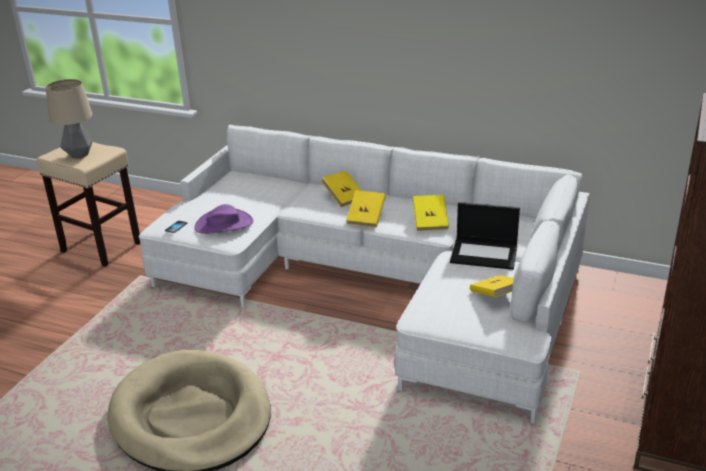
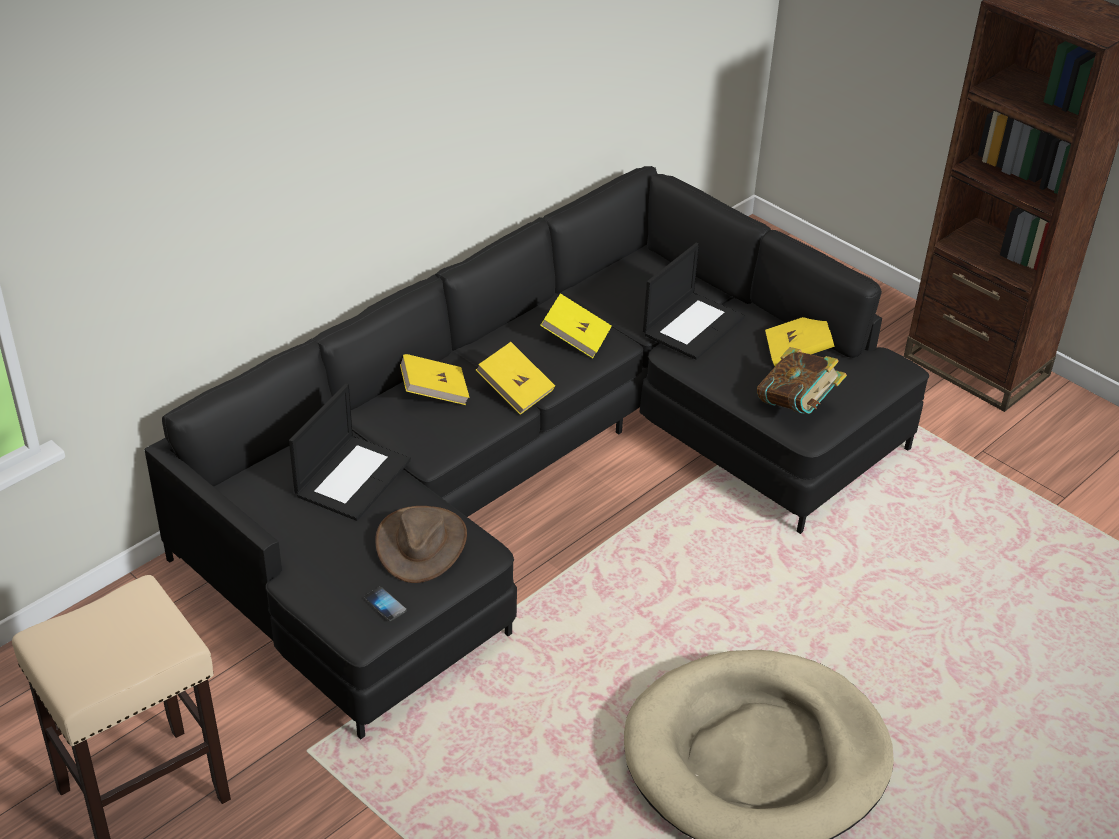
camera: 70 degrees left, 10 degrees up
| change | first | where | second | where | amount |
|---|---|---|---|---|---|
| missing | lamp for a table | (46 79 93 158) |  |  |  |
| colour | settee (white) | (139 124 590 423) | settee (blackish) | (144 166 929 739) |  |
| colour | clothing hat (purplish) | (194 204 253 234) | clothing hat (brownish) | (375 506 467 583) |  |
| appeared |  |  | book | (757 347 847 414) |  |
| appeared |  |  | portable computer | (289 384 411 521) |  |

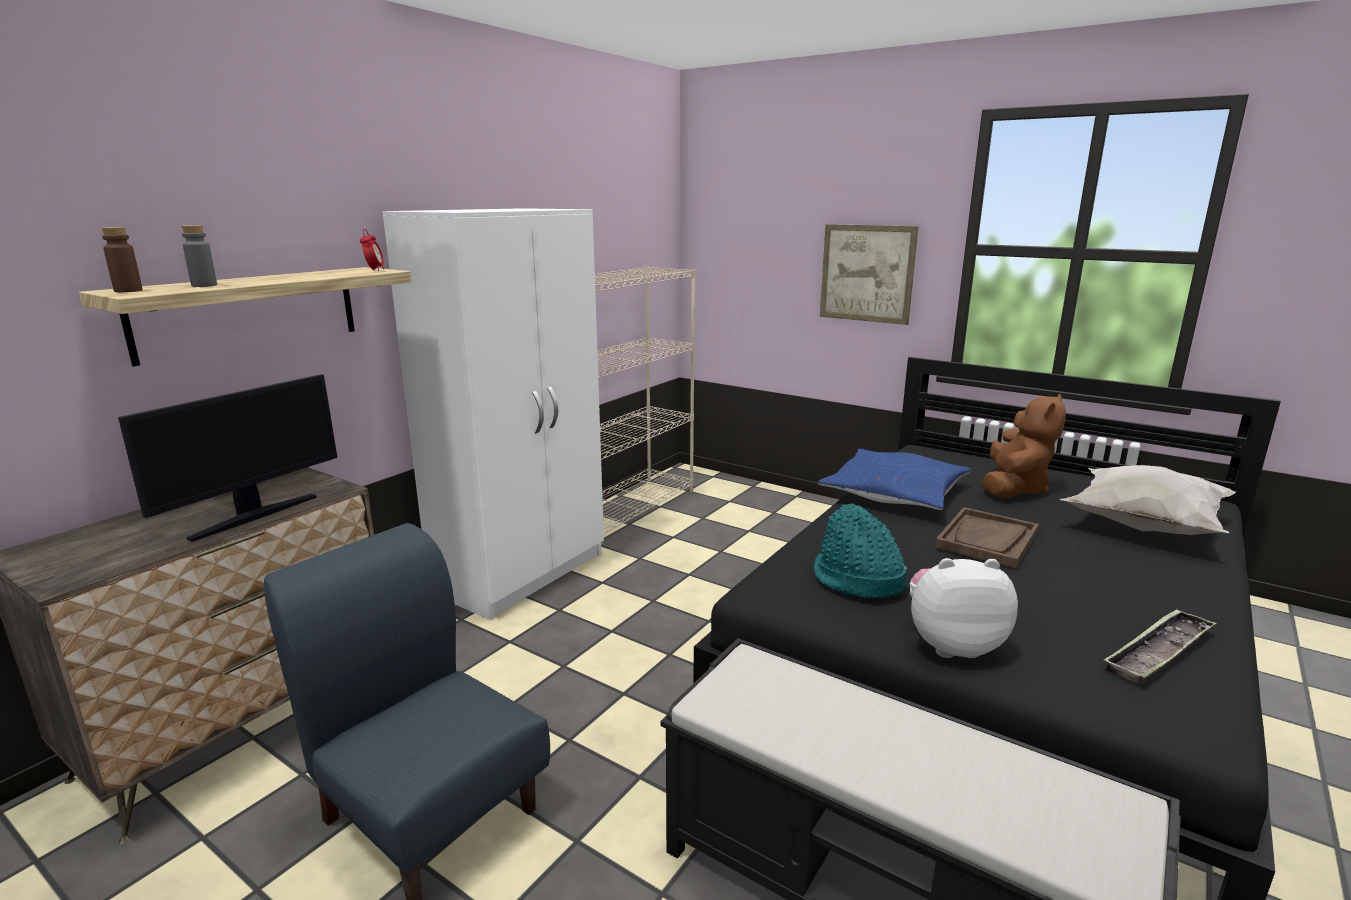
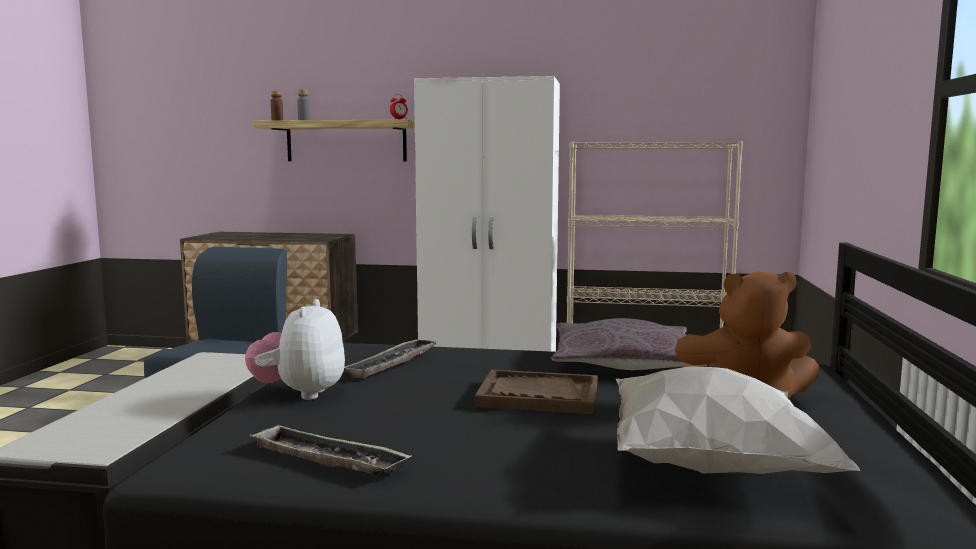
camera: 65 degrees right, 10 degrees down
| change | first | where | second | where | amount |
|---|---|---|---|---|---|
| missing | picture | (820 224 919 325) |  |  |  |
| missing | monitor | (118 374 337 542) |  |  |  |
| colour | throw pillow (bluish) | (818 449 971 510) | throw pillow (grey) | (551 318 708 370) |  |
| exchanged | clothing hat (turquoise) | (814 504 907 598) | tray | (344 339 438 379) |  |
| spun | plush toy | (910 558 1018 658) |  | (245 299 345 400) | 150 degrees counterclockwise |

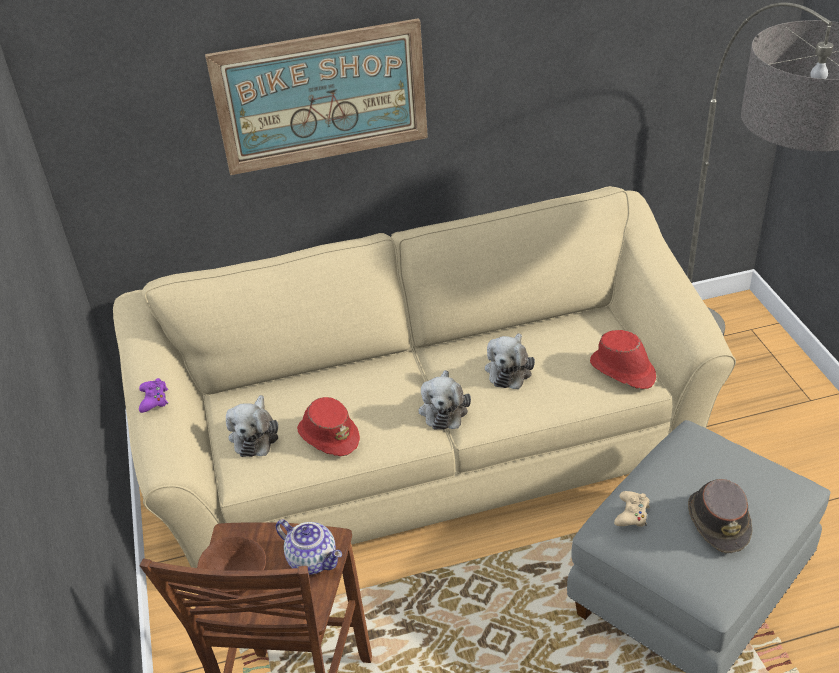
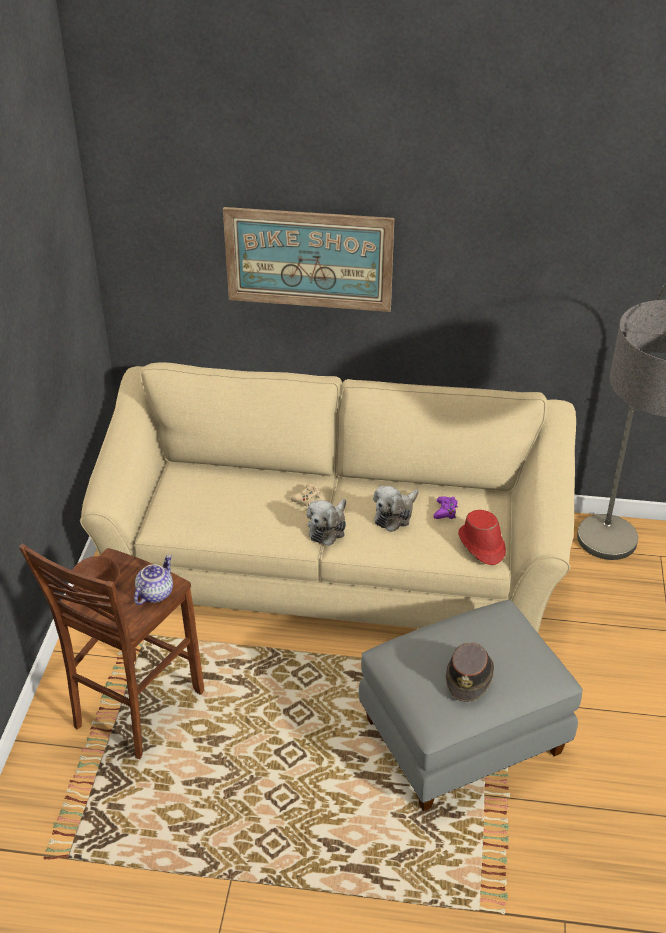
camera: 20 degrees right, 0 degrees up
| change | first | where | second | where | amount |
|---|---|---|---|---|---|
| relocated | gamepad (purplish) | (139 378 168 413) |  | (433 496 458 519) |  |
| missing | plush toy | (226 395 278 457) |  |  |  |
| missing | clothing hat (red) | (297 397 360 456) |  |  |  |
| relocated | gamepad (sand-coloured) | (614 491 650 527) |  | (290 483 321 506) |  |
| spun | tea pot | (276 519 342 575) |  | (134 555 173 605) | 120 degrees counterclockwise |

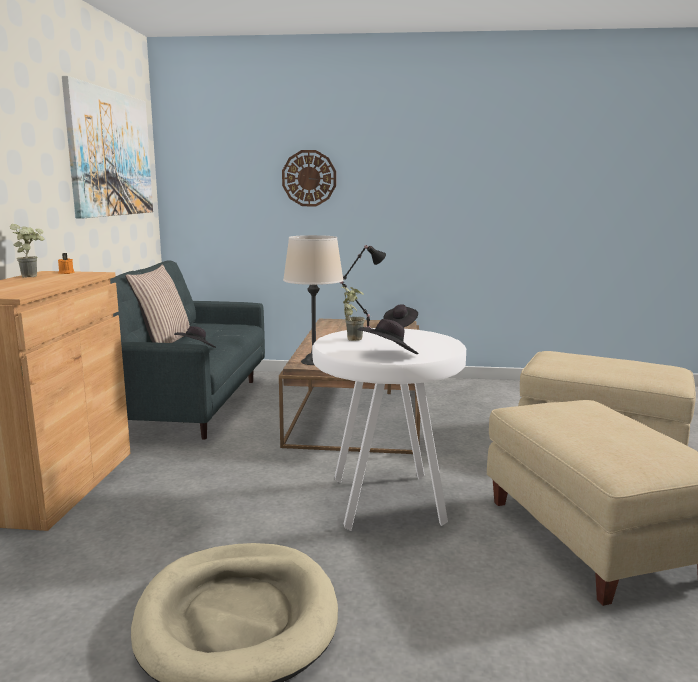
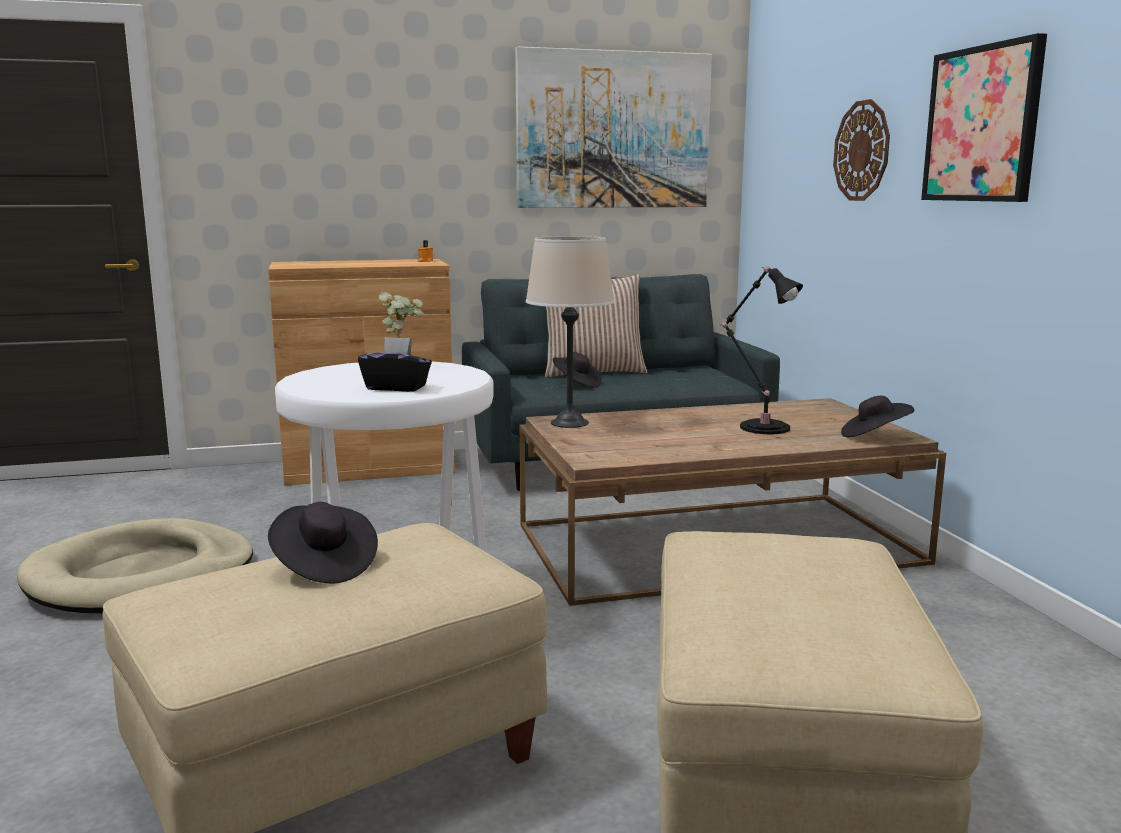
camera: 70 degrees right, 0 degrees up
| change | first | where | second | where | amount |
|---|---|---|---|---|---|
| missing | plant in a pot | (10 224 45 278) |  |  |  |
| relocated | clothing hat (blackish) | (358 319 419 354) |  | (268 502 378 584) |  |
| appeared |  |  | picture | (921 33 1047 202) |  |
| appeared |  |  | tissue box (blackish) | (358 337 432 392) |  |

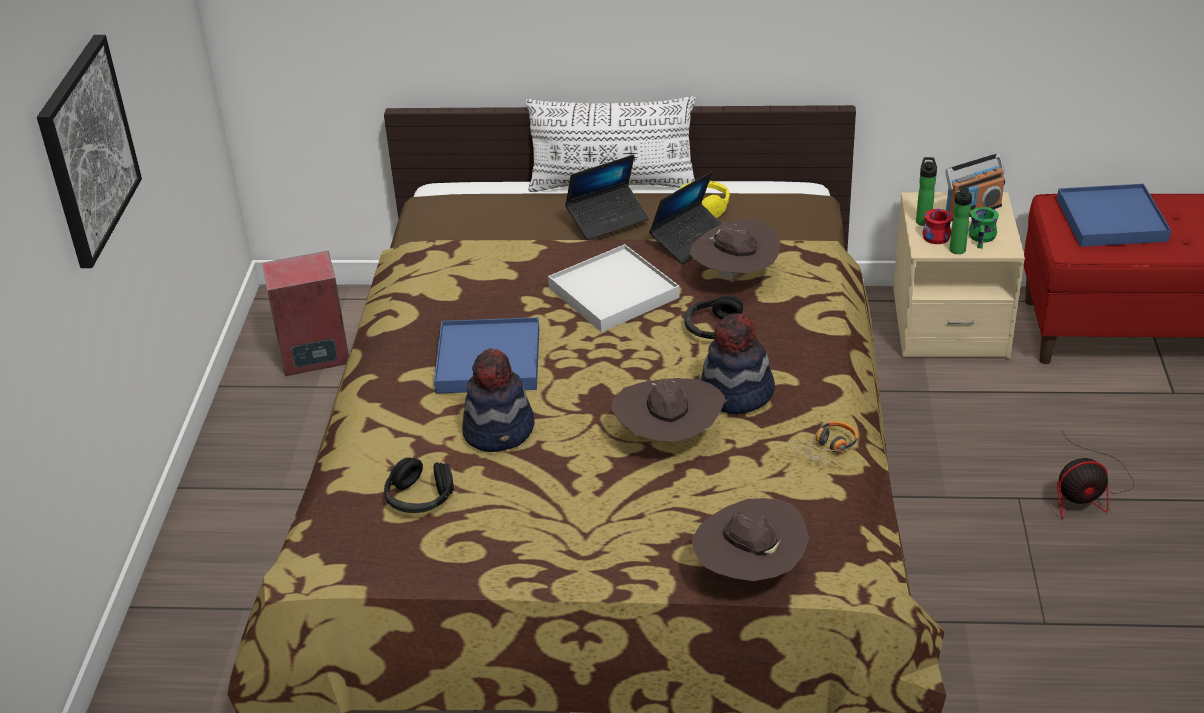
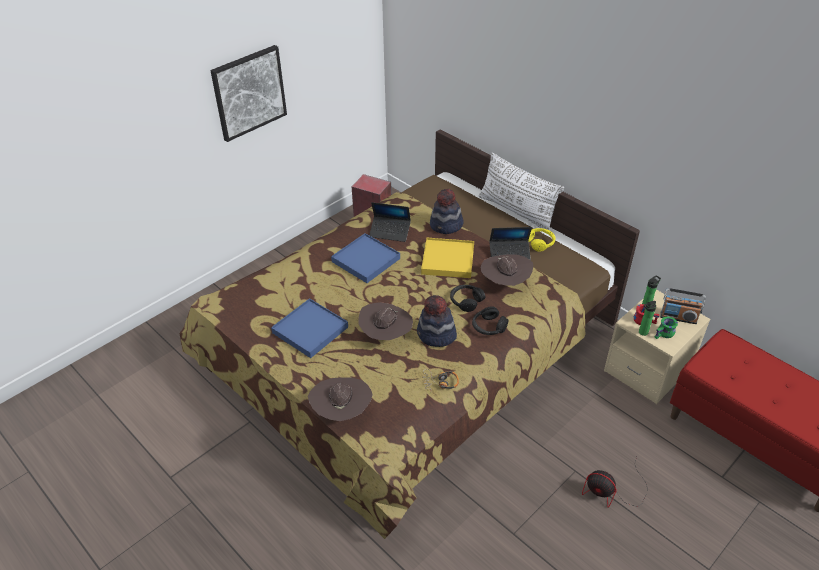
camera: 40 degrees right, 5 degrees up
| change | first | where | second | where | amount |
|---|---|---|---|---|---|
| relocated | portable computer | (565 155 649 240) |  | (369 202 411 242) |  |
| relocated | tray (bluish) | (1057 184 1171 247) |  | (271 298 348 358) |  |
| colour | tray (white) | (548 244 680 332) | tray (yellow-coloured) | (421 238 474 278) |  |
| relocated | clothing hat | (462 348 535 452) |  | (430 189 464 234) |  |
| relocated | pair of headphones (blackish) | (384 457 454 513) |  | (472 306 509 335) |  |

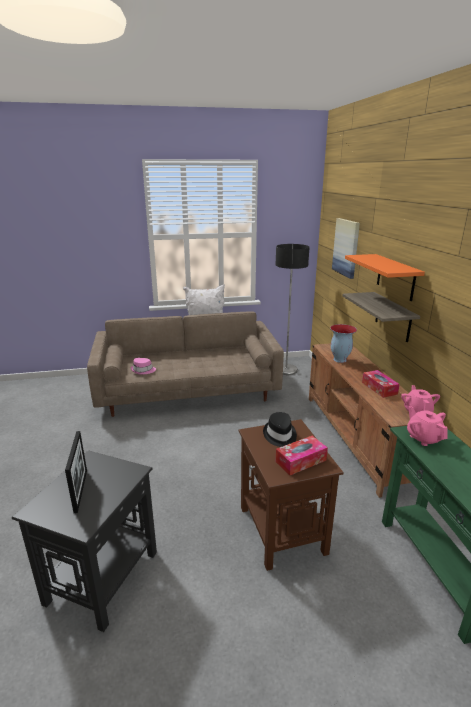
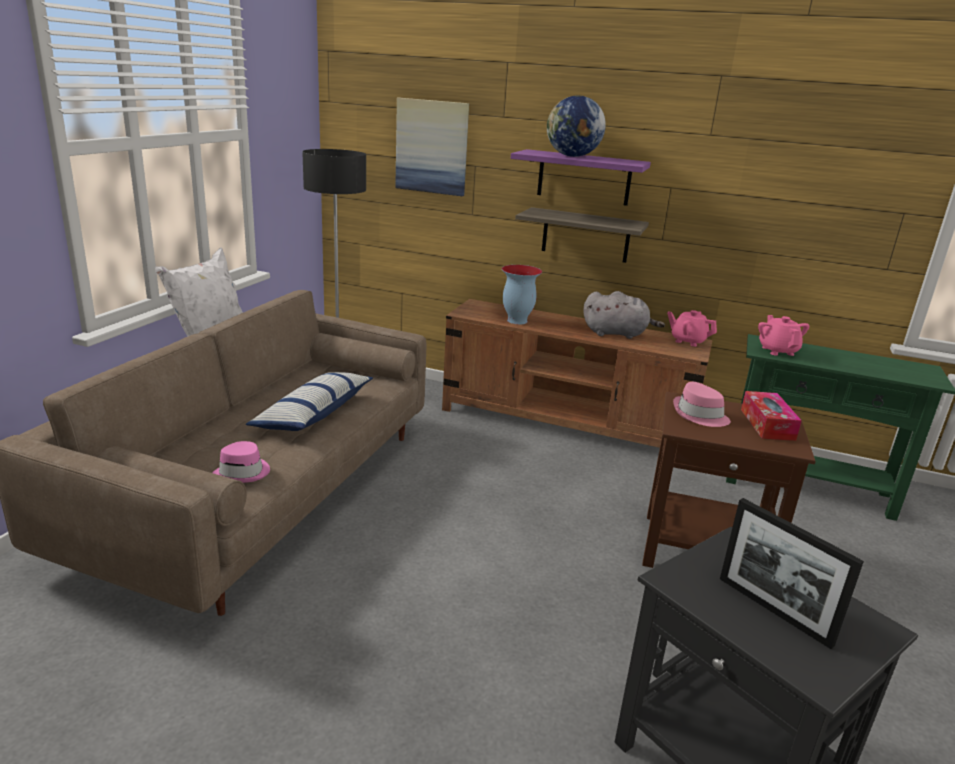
camera: 60 degrees left, 0 degrees up
| change | first | where | second | where | amount |
|---|---|---|---|---|---|
| colour | wall shelf (orange-coloured) | (345 254 425 301) | wall shelf (purplish) | (511 149 651 206) |  |
| exchanged | tissue box | (362 370 400 398) | plush toy (grey) | (583 291 665 339) |  |
| spun | tea pot (pinkish) | (407 406 448 446) |  | (758 315 809 356) | 75 degrees clockwise |
| colour | clothing hat (blackish) | (263 412 297 447) | clothing hat (pinkish) | (673 382 731 427) |  |
| spun | photo frame | (65 431 87 513) |  | (720 498 864 649) | 150 degrees counterclockwise |
| appeared |  |  | globe | (547 95 606 157) |  |
| appeared |  |  | throw pillow | (246 372 373 431) |  |

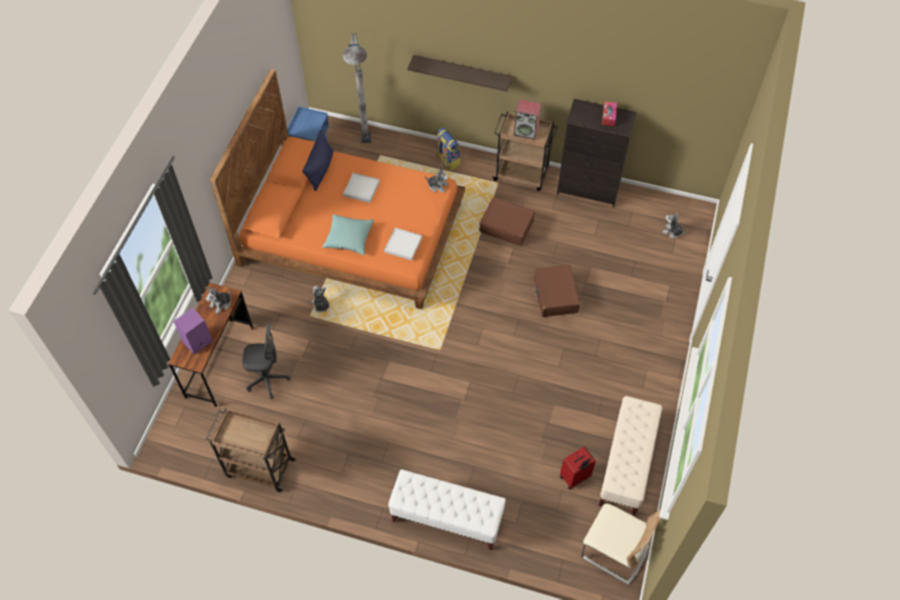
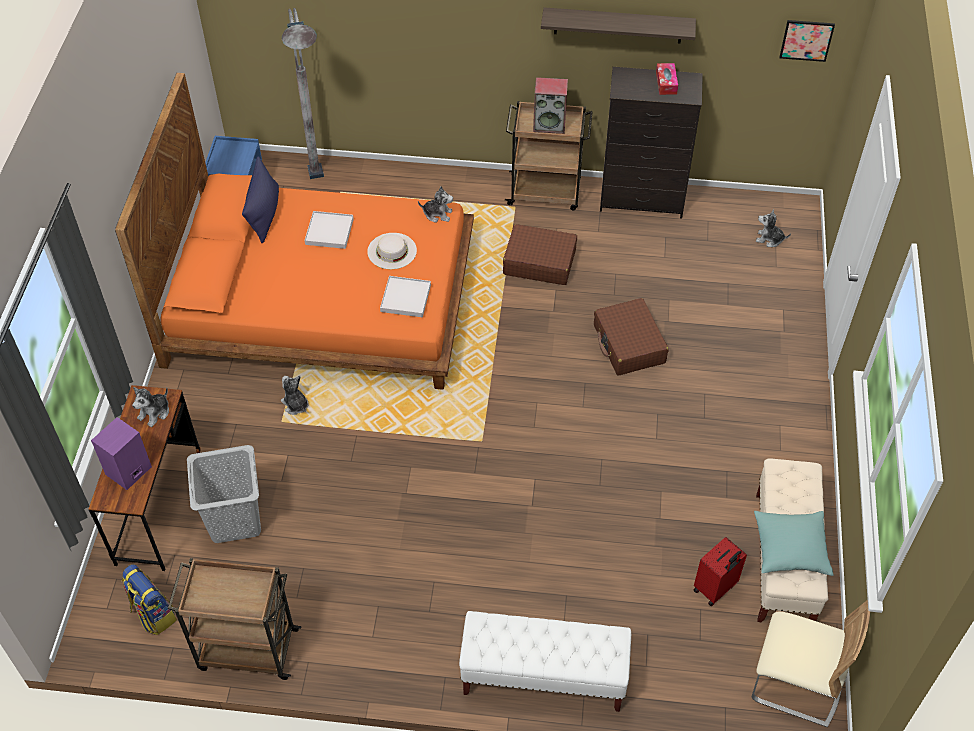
camera: 10 degrees left, 5 degrees down
| change | first | where | second | where | amount |
|---|---|---|---|---|---|
| relocated | wall shelf | (407 55 512 92) |  | (541 7 696 43) |  |
| relocated | knapsack | (436 127 461 171) |  | (122 564 177 635) |  |
| relocated | throw pillow (turquoise) | (322 214 374 255) |  | (754 511 834 576) |  |
| exchanged | office chair (grey) | (243 324 290 399) | laundry basket (grey) | (187 445 261 543) |  |
| appeared |  |  | picture | (779 20 835 62) |  |
| appeared |  |  | clothing hat (white) | (367 233 417 269) |  |

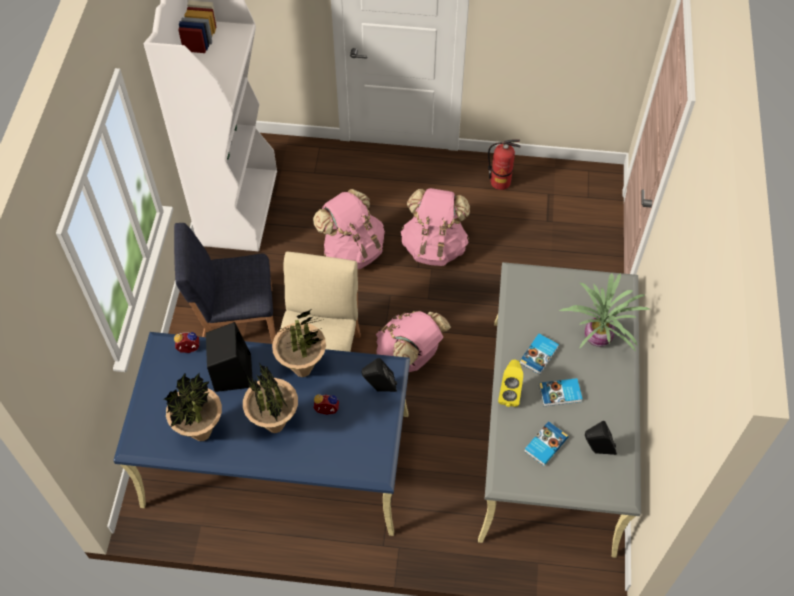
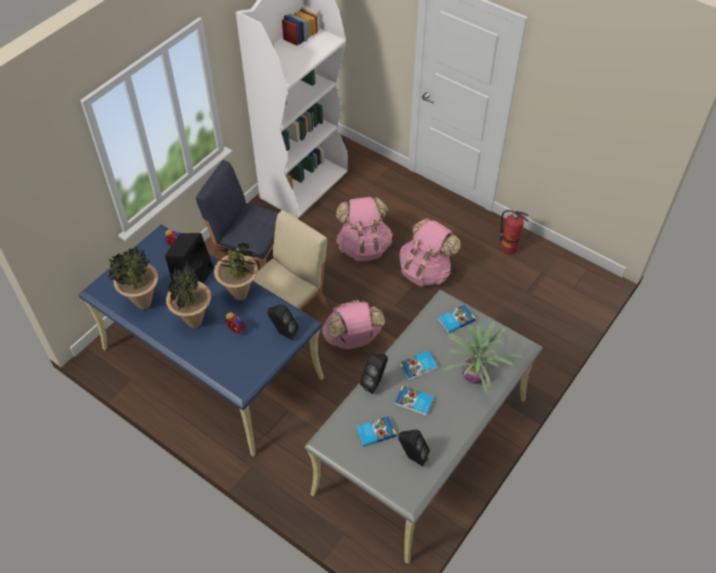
camera: 30 degrees right, 5 degrees down
| change | first | where | second | where | amount |
|---|---|---|---|---|---|
| colour | speaker (yellow-coloured) | (498 360 523 407) | speaker (blackish) | (360 354 388 394) |  |
| appeared |  |  | book | (438 305 476 333) |  |

